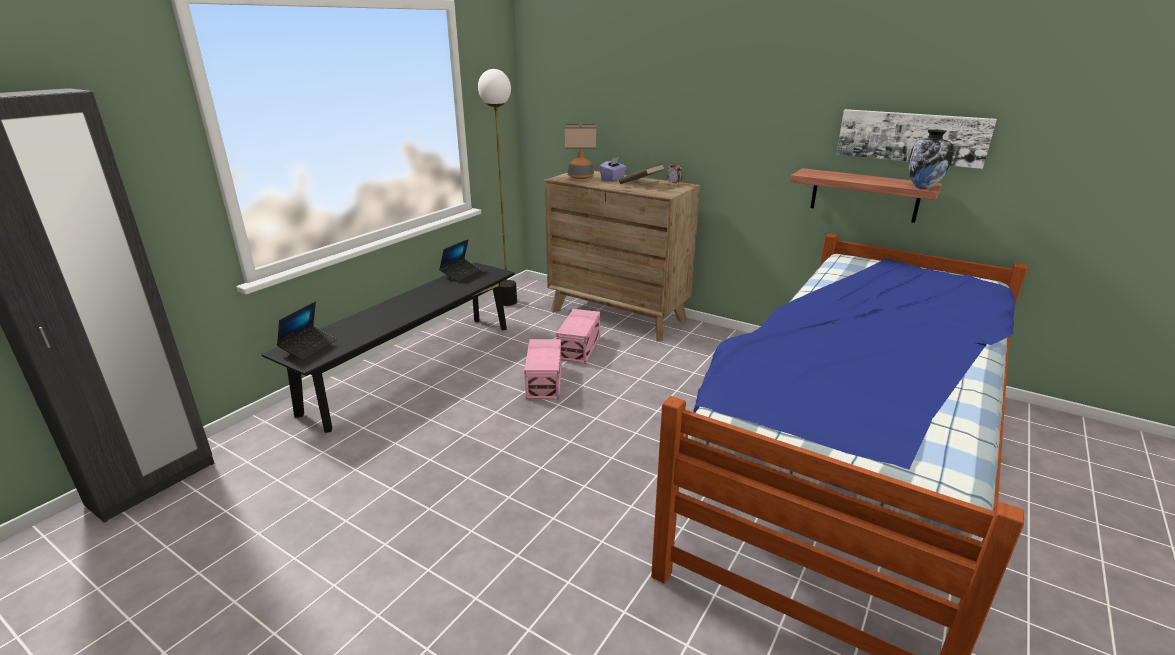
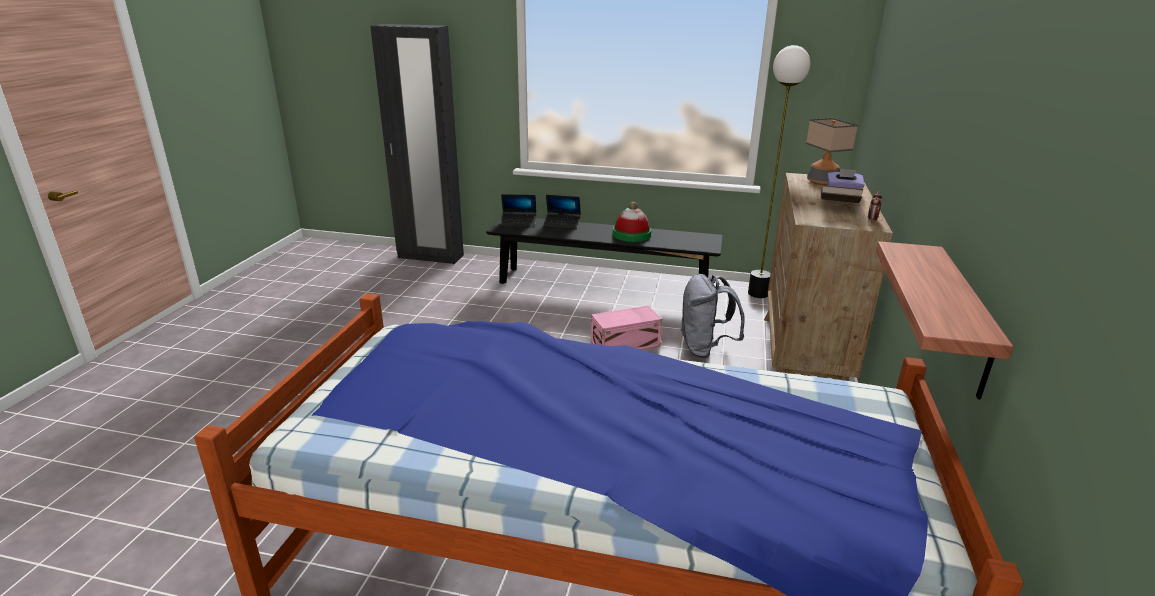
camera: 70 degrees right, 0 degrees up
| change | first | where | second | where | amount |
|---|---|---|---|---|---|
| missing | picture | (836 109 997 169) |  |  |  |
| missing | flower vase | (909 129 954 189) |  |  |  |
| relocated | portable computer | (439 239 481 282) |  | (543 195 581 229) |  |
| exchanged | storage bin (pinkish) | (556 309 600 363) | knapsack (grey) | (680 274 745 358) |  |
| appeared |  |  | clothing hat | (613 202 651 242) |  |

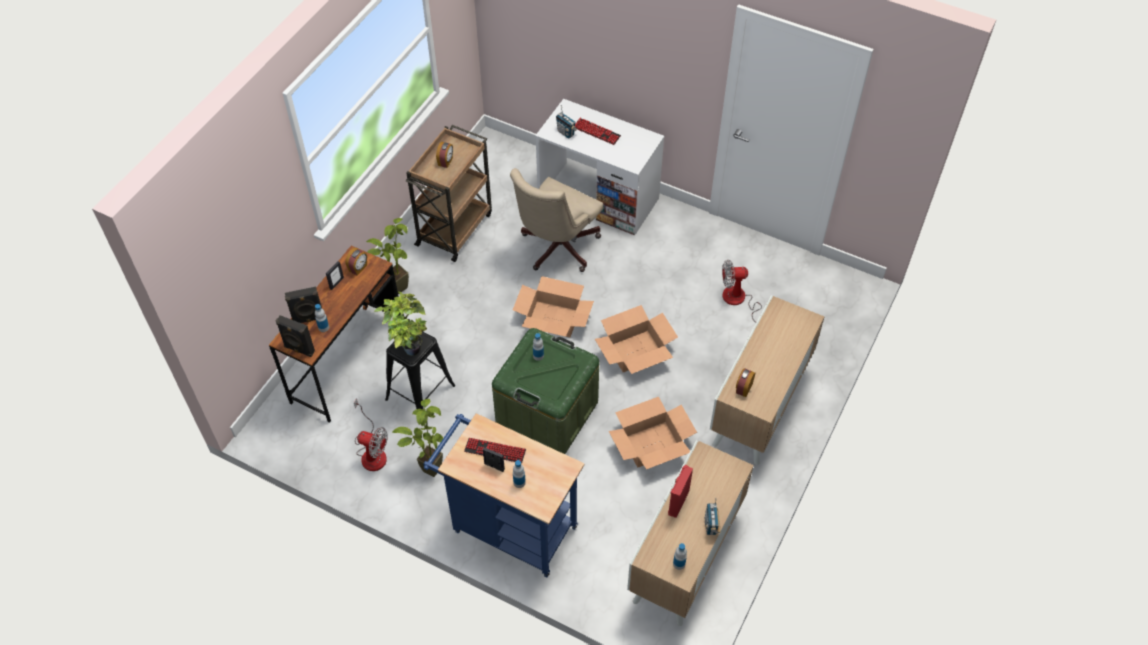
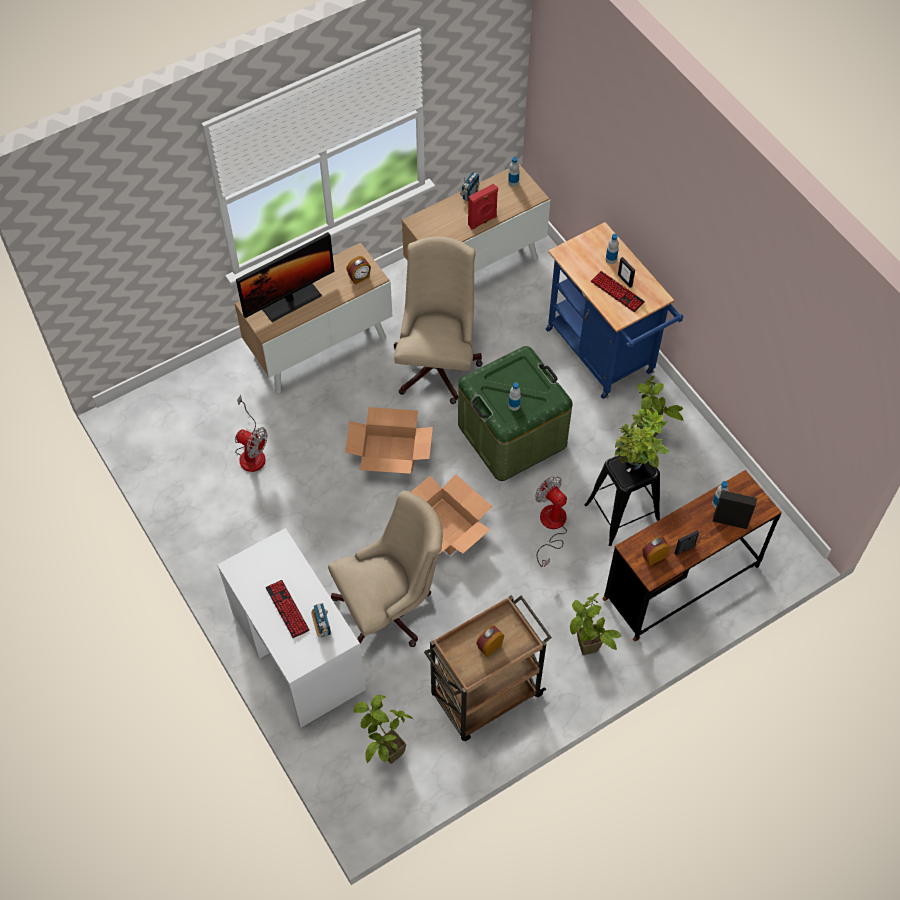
camera: 150 degrees left, 5 degrees up
| change | first | where | second | where | amount |
|---|---|---|---|---|---|
| missing | speaker (blackish) | (275 315 315 357) |  |  |  |
| exchanged | carton | (609 397 697 469) | office chair (sand-coloured) | (394 236 483 404) |  |
| relocated | electric fan | (354 398 388 471) |  | (535 476 567 567) |  |
| appeared |  |  | monitor | (236 232 334 322) |  |
| appeared |  |  | plant in a pot | (353 695 414 764) |  |

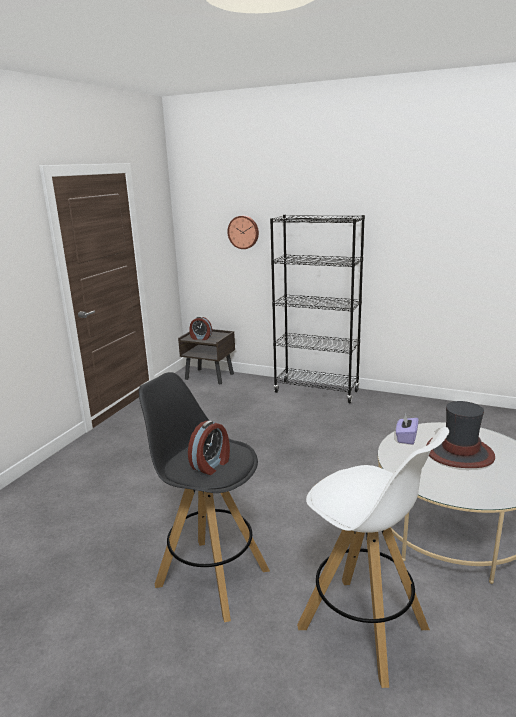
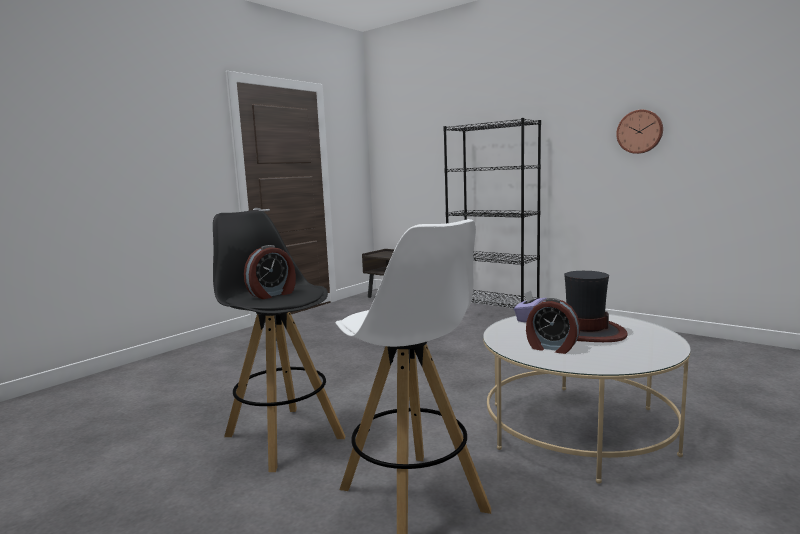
camera: 15 degrees right, 10 degrees down
| change | first | where | second | where | amount |
|---|---|---|---|---|---|
| relocated | hanging clock | (227 216 259 249) |  | (616 110 663 154) |  |
| relocated | table clock | (189 316 212 340) |  | (526 298 580 354) |  |

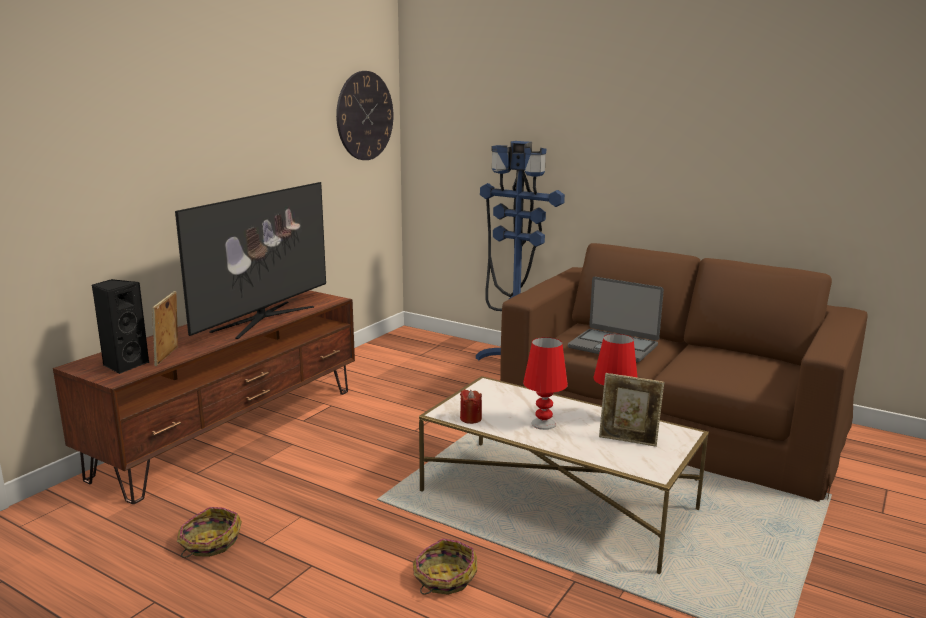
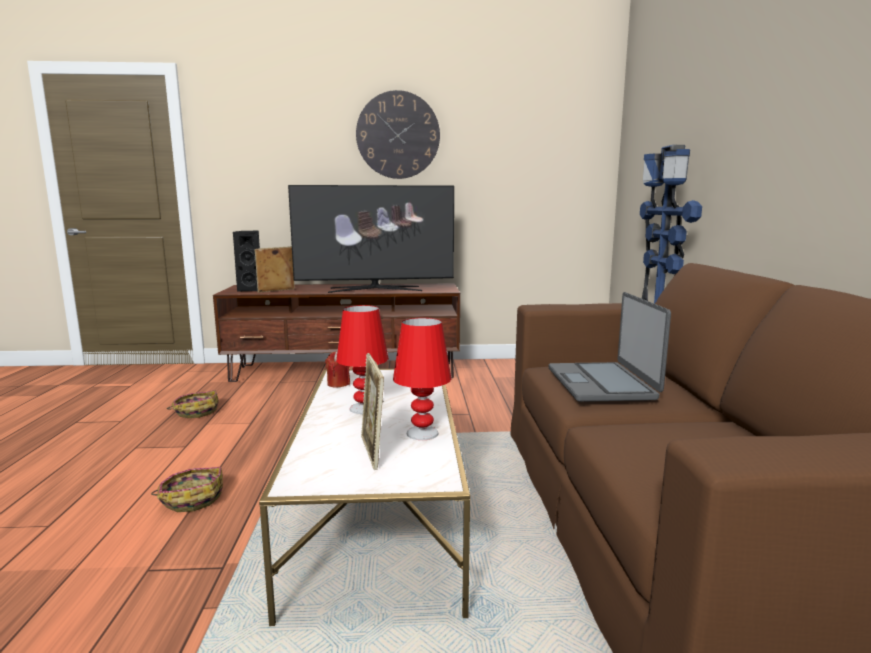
camera: 55 degrees right, 5 degrees down
| change | first | where | second | where | amount |
|---|---|---|---|---|---|
| relocated | hanging clock | (336 71 393 160) |  | (356 90 440 179) |  |

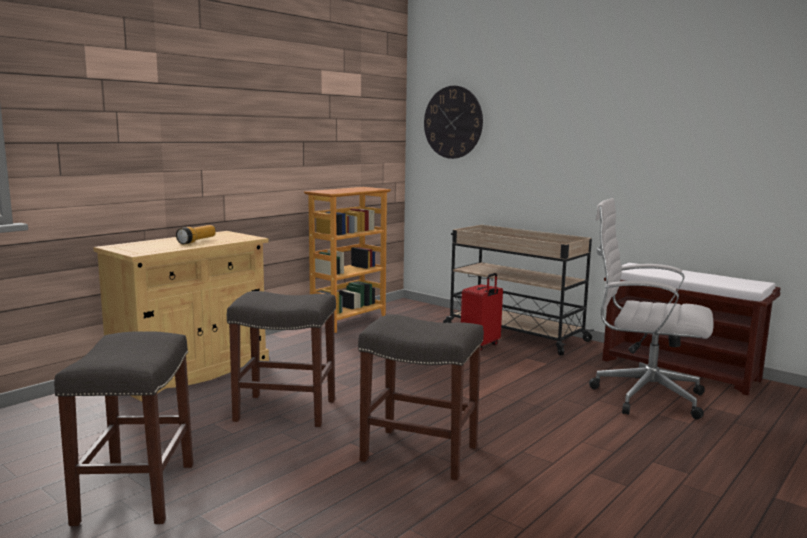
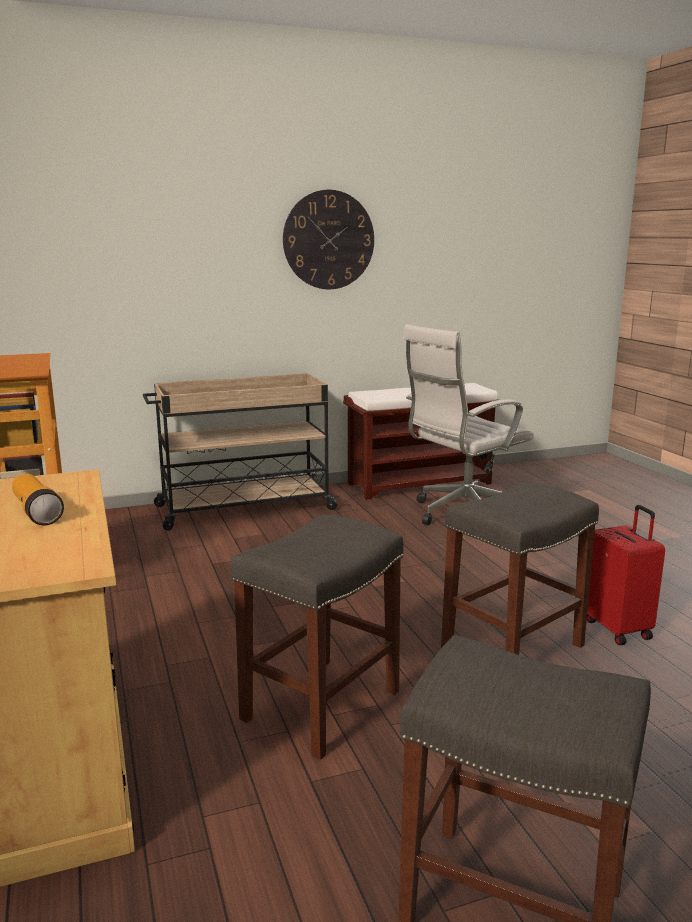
camera: 60 degrees left, 5 degrees up
| change | first | where | second | where | amount |
|---|---|---|---|---|---|
| relocated | hanging clock | (424 86 483 159) |  | (283 190 374 289) |  |
| relocated | travel case (red) | (461 273 503 351) |  | (587 505 665 645) |  |

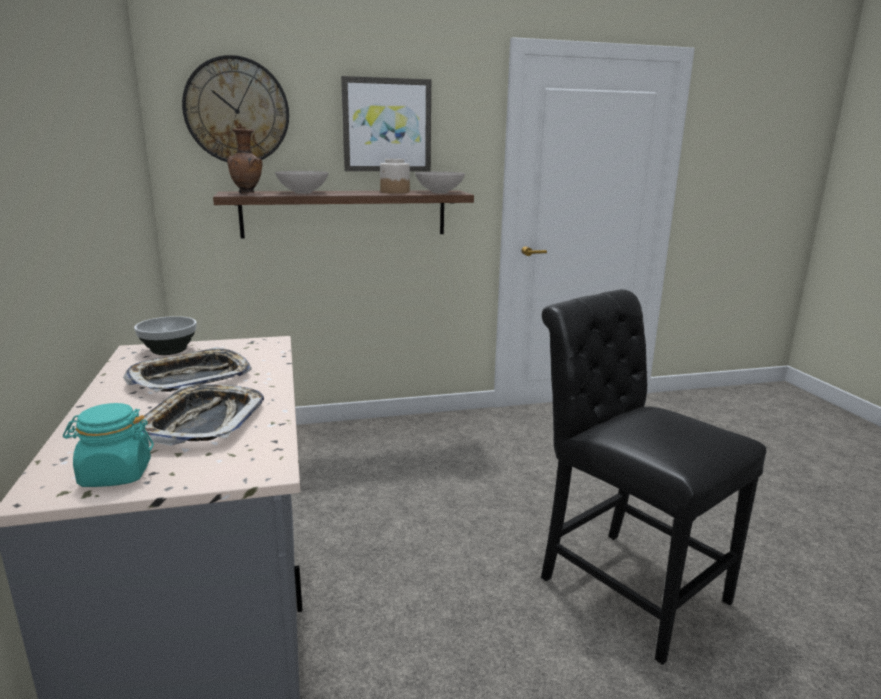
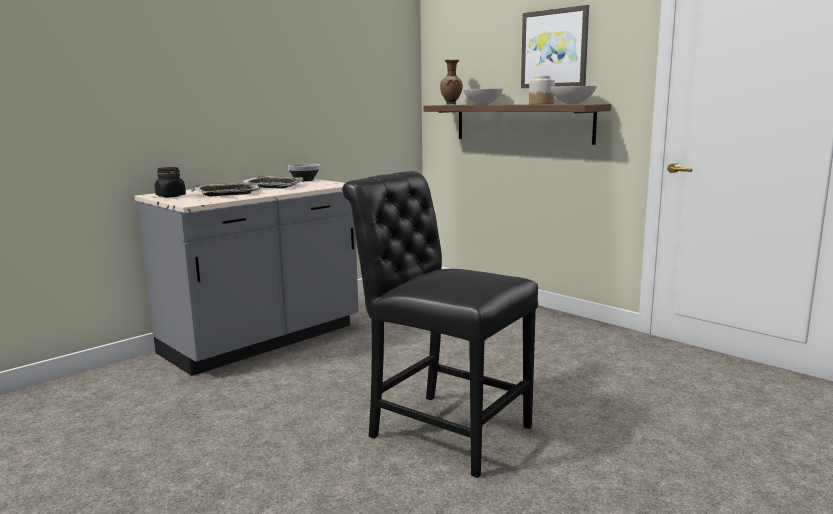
camera: 60 degrees right, 5 degrees down
| change | first | where | second | where | amount |
|---|---|---|---|---|---|
| missing | hanging clock | (182 55 289 162) |  |  |  |
| spun | upright chair (blackish) | (541 289 766 665) |  | (343 171 538 478) | 75 degrees counterclockwise |
| colour | storage jar (turquoise) | (63 403 154 487) | storage jar (blackish) | (155 167 186 197) |  |

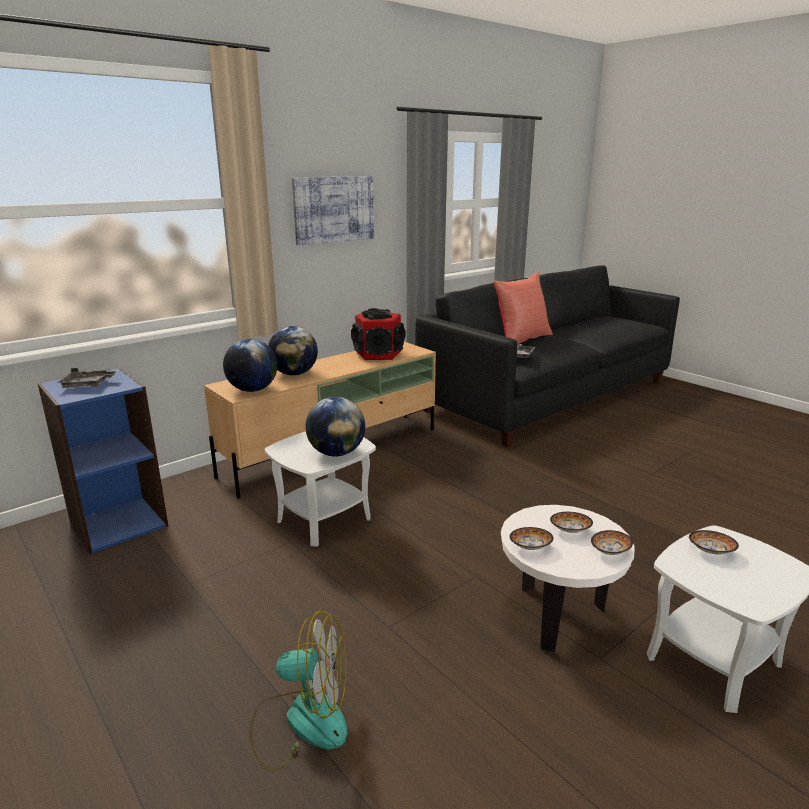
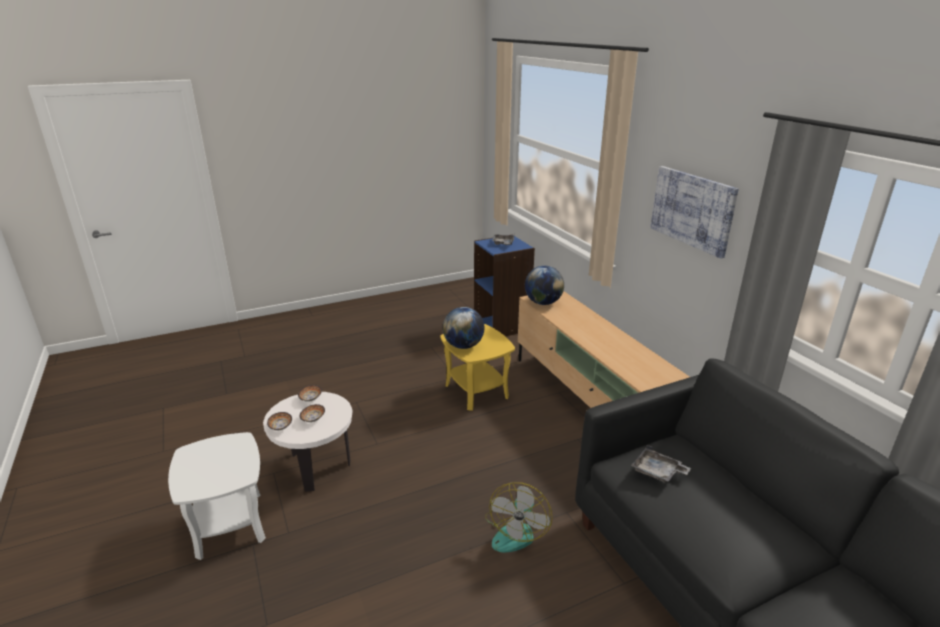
camera: 105 degrees right, 5 degrees up
| change | first | where | second | where | amount |
|---|---|---|---|---|---|
| missing | throw pillow (red) | (493 272 553 343) |  |  |  |
| missing | speaker | (351 308 405 360) |  |  |  |
| missing | globe | (268 326 318 376) |  |  |  |
| colour | accent table (white) | (265 431 376 546) | accent table (yellow-coloured) | (440 324 515 411) |  |
| missing | serving bowl | (689 530 739 554) |  |  |  |
| relocated | electric fan | (249 610 347 772) |  | (485 482 553 553) |  |

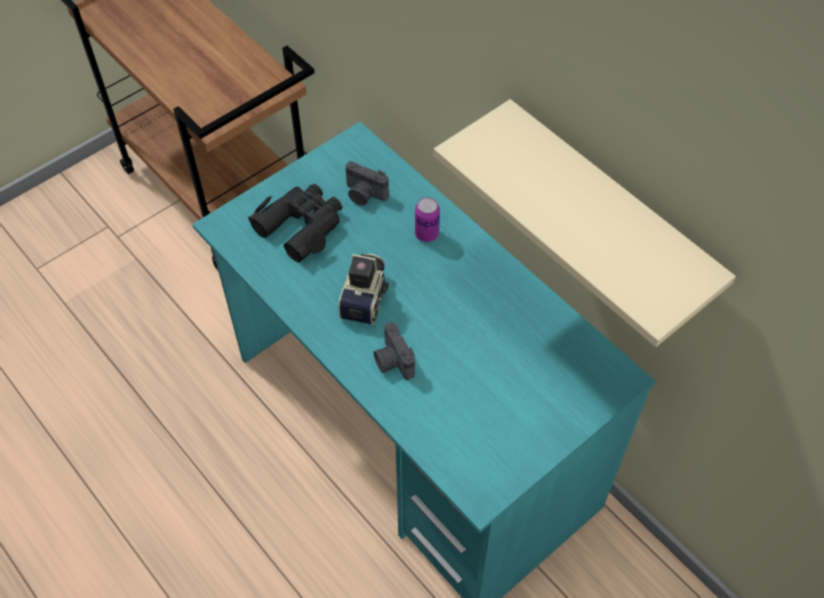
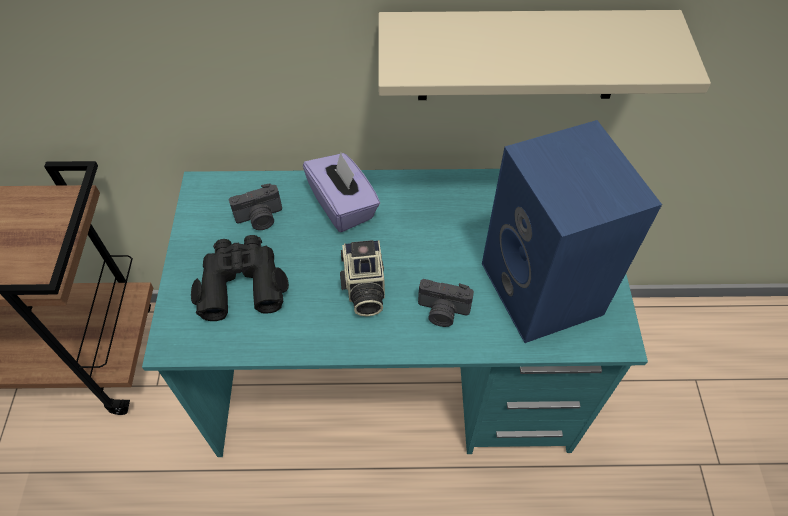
camera: 50 degrees left, 0 degrees up
| change | first | where | second | where | amount |
|---|---|---|---|---|---|
| exchanged | sealed can | (415 197 440 242) | tissue box (purplish) | (303 152 380 232) |  |
| spun | still camera | (338 254 389 325) |  | (340 240 385 317) | 150 degrees counterclockwise |
| appeared |  |  | speaker (bluish) | (482 120 662 343) |  |

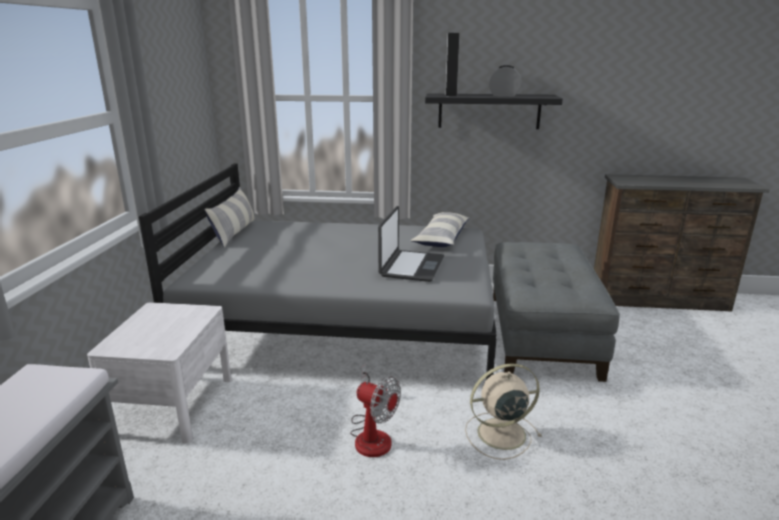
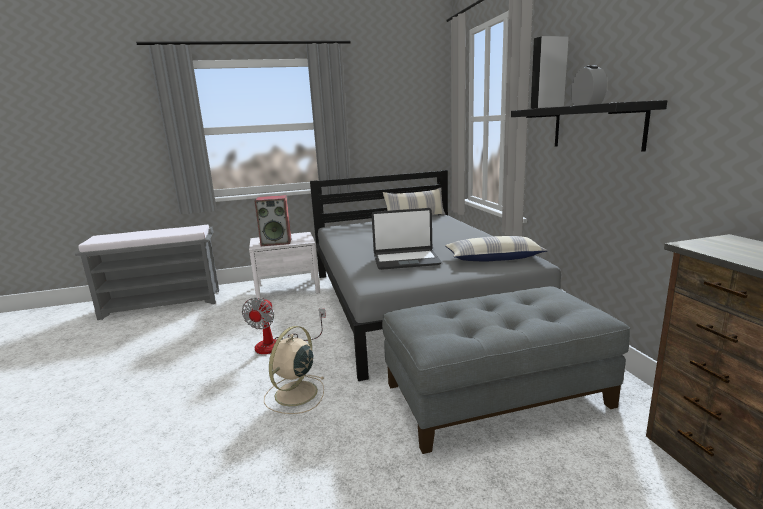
camera: 70 degrees right, 5 degrees down
| change | first | where | second | where | amount |
|---|---|---|---|---|---|
| spun | electric fan (sand-coloured) | (465 363 542 460) |  | (264 326 324 414) | 120 degrees counterclockwise |
| appeared |  |  | speaker | (254 195 291 246) |  |

